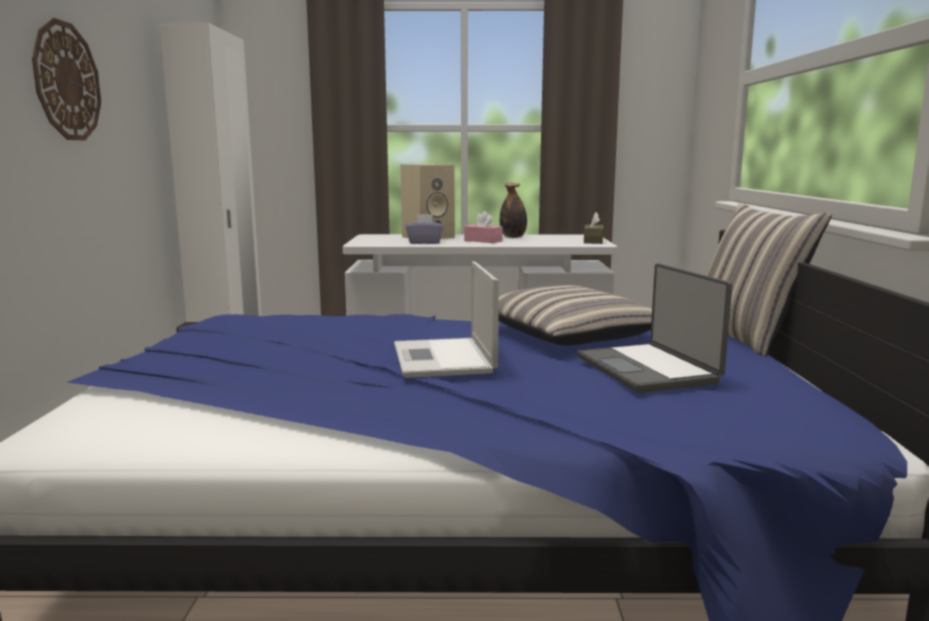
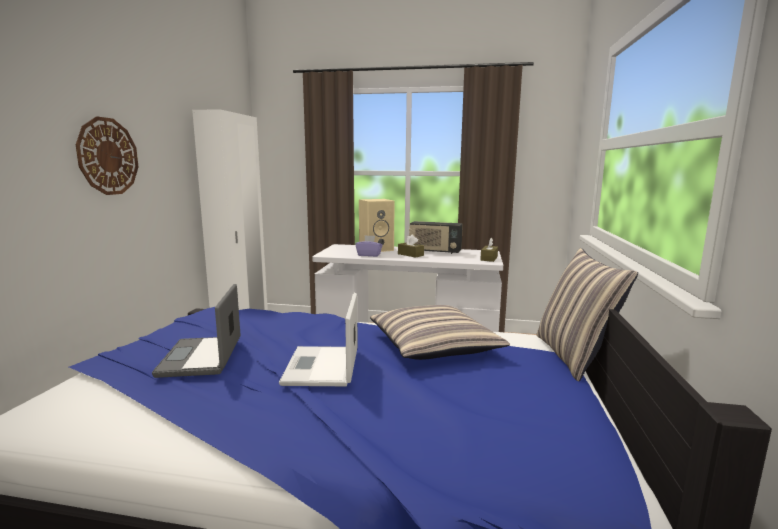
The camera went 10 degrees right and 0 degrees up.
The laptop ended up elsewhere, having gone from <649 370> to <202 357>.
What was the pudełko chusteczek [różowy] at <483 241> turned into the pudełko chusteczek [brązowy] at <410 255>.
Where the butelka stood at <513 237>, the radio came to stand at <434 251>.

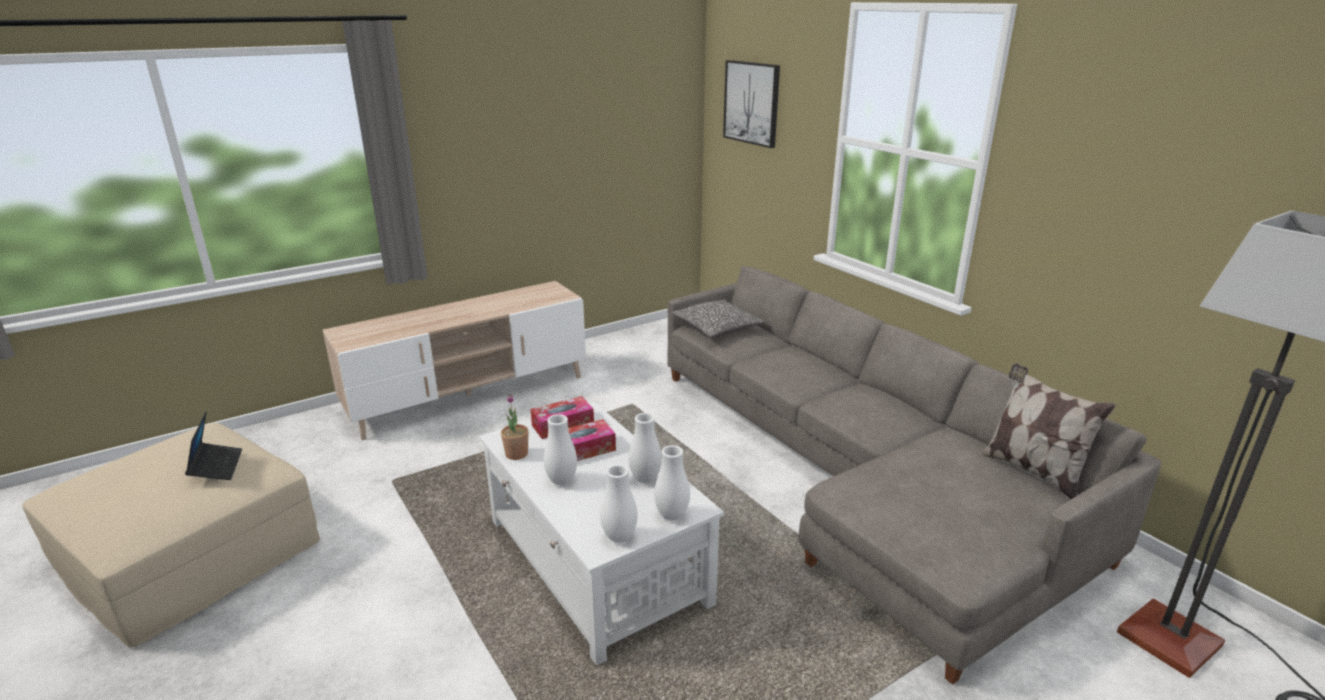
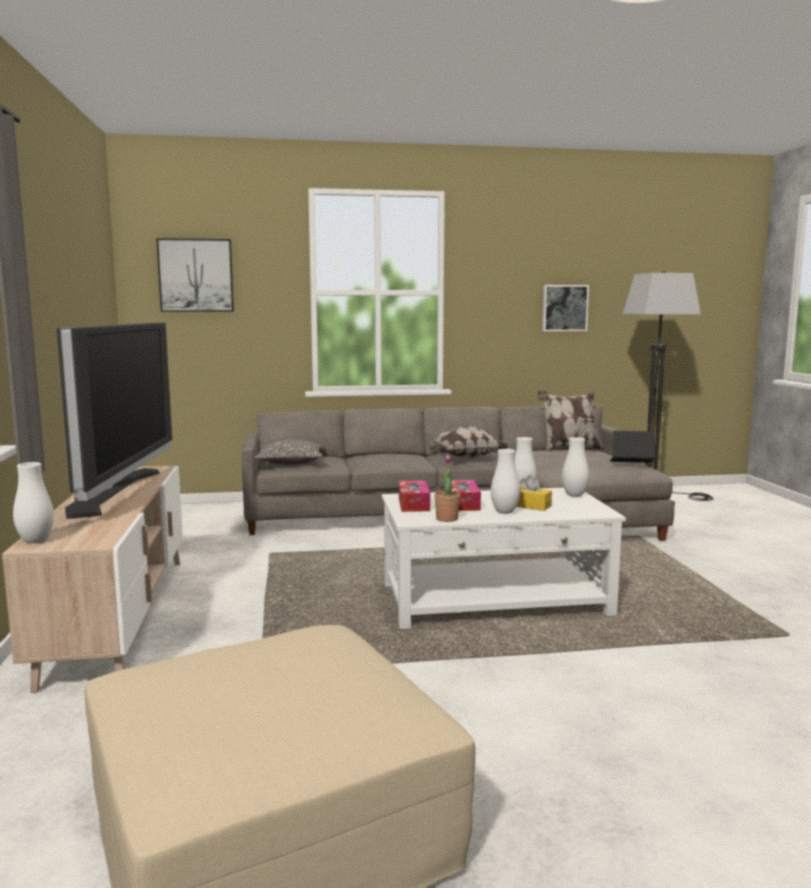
The camera went 65 degrees left and 15 degrees down.
The wazon [biały] ended up elsewhere, having gone from <619 537> to <36 541>.
The second view gained the telewizor at <116 491>.
The second view gained the poduszka at <465 457>.
The second view gained the pudełko chusteczek [żółty] at <530 506>.
The second view gained the obraz at <564 308>.
The laptop ended up elsewhere, having gone from <216 467> to <631 464>.

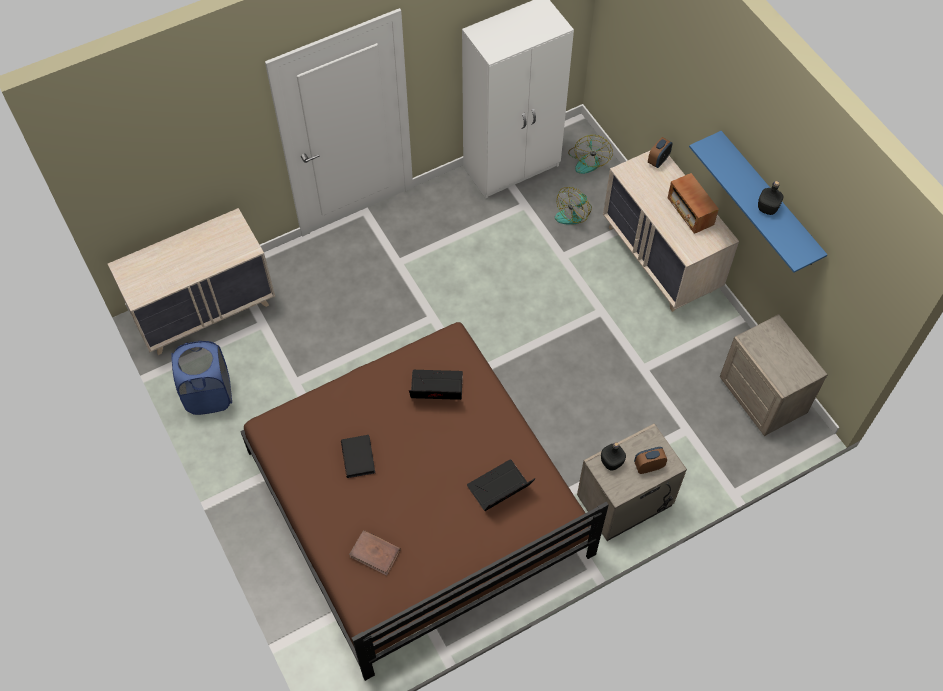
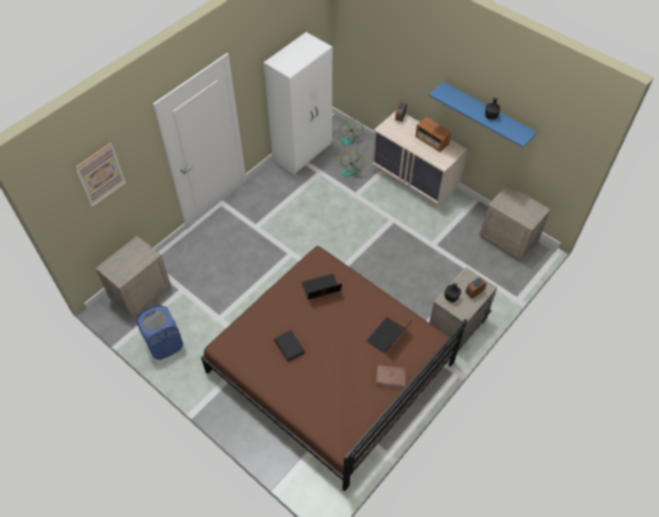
The camera went 20 degrees left and 5 degrees down.
The second view gained the obraz at <100 174>.
Where the komoda [beżowy] stood at <205 310>, the szafka nocna [beżowy] came to stand at <140 292>.
The książka [brązowy] ended up elsewhere, having gone from <375 553> to <390 377>.

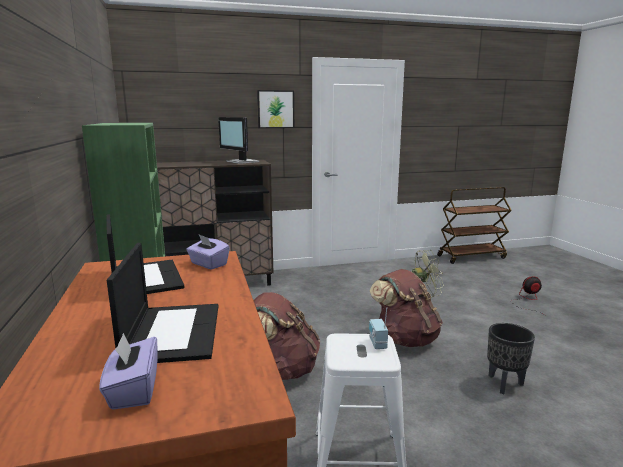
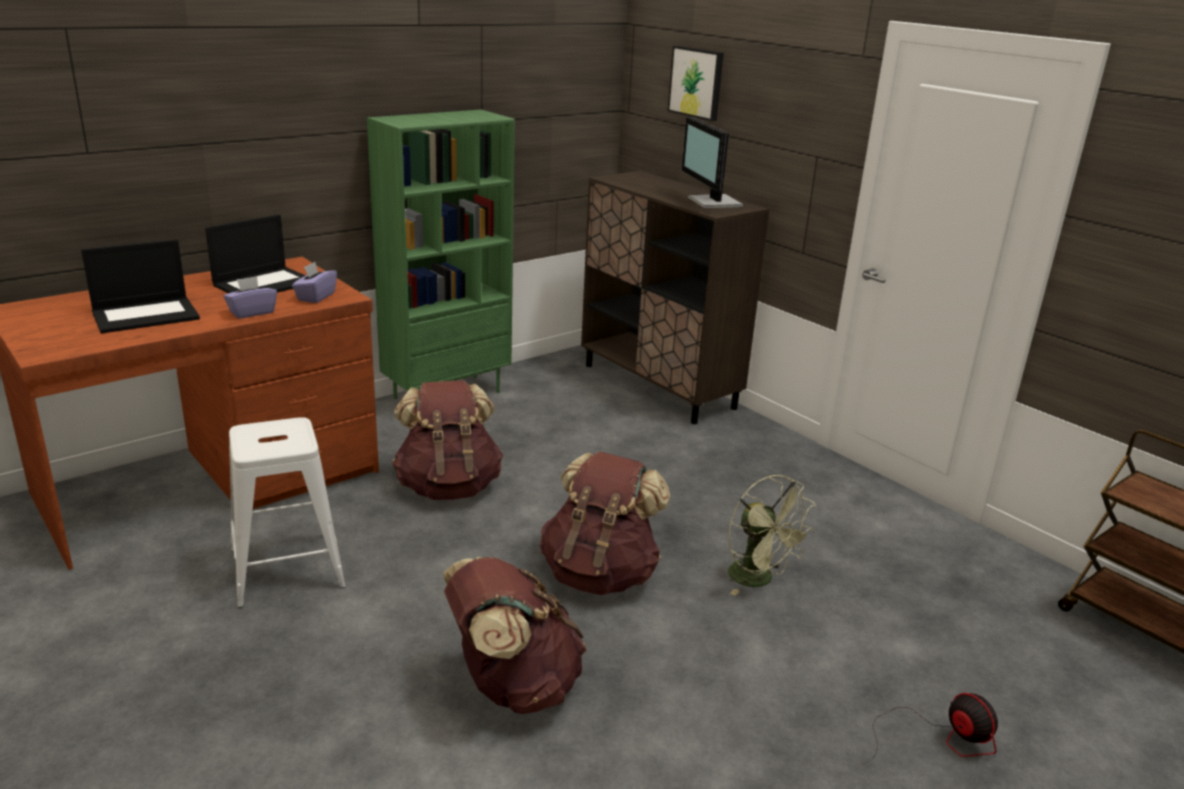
The camera went 65 degrees right and 10 degrees up.
The pudełko chusteczek [fioletowy] ended up elsewhere, having gone from <133 390> to <252 312>.
Where the donica [czarny] stood at <504 384>, the plecak [brązowy] came to stand at <512 686>.
The obraz ended up elsewhere, having gone from <275 109> to <697 82>.
The monitor at <241 162> ended up facing another way, 45 degrees counterclockwise from before.
The second view lost the radio at <377 343>.

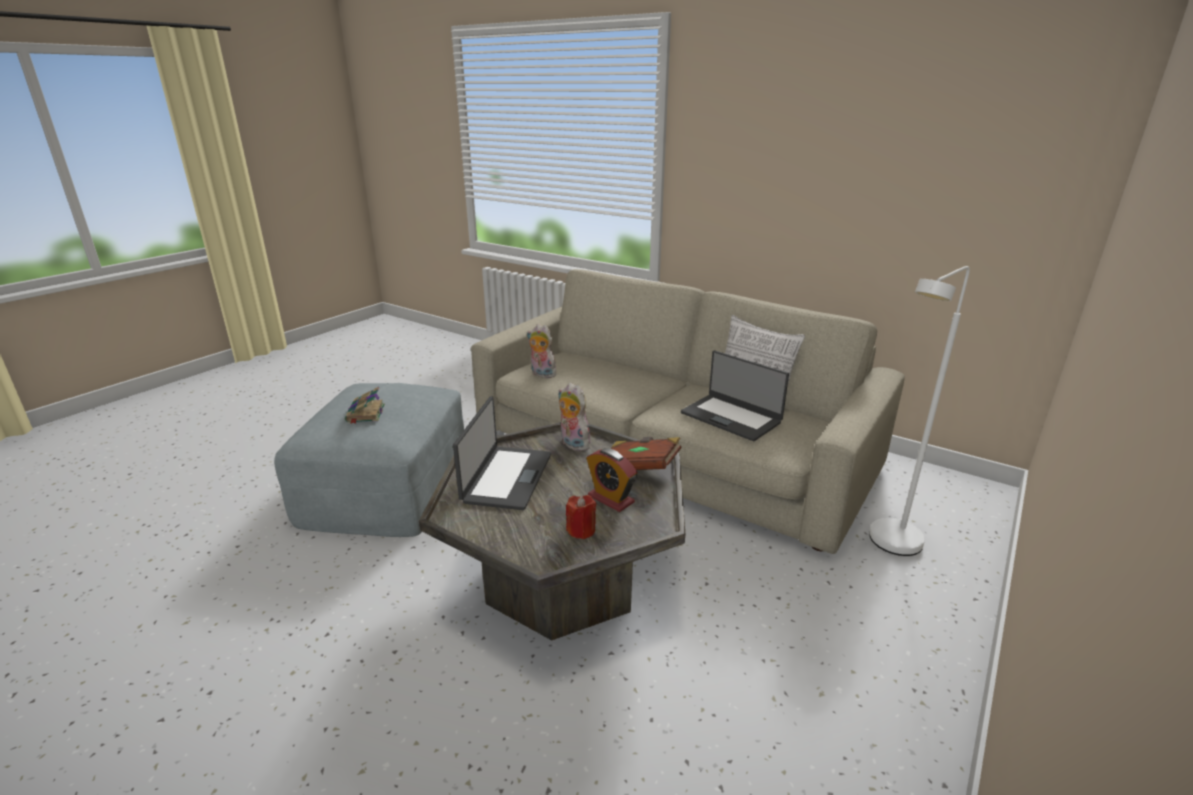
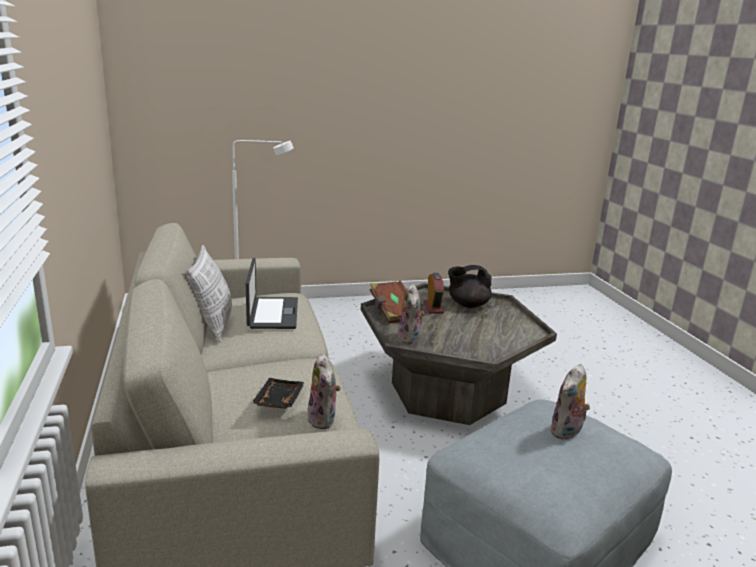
The camera went 140 degrees left and 5 degrees down.
The second view gained the taca [czarny] at <278 400>.
Where the świeca [czerwony] stood at <581 530>, the imbryk [czarny] came to stand at <467 304>.
Where the książka stood at <365 414>, the pluszak came to stand at <567 432>.
The second view lost the laptop at <506 477>.

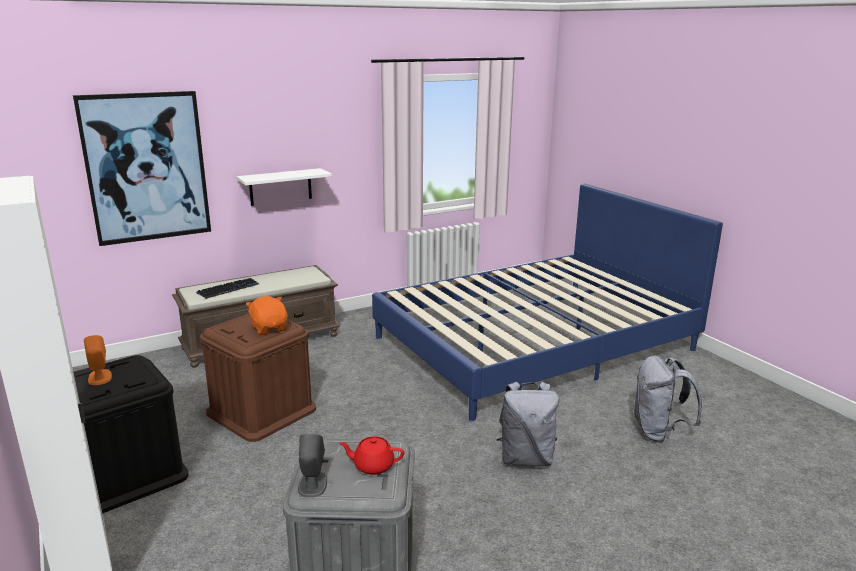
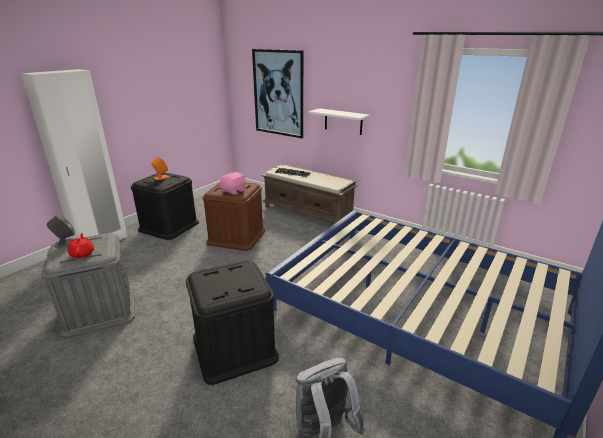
The camera went 65 degrees right and 5 degrees up.
Where the plecak [szary] stood at <526 458>, the pojemnik do przechowywania [czarny] came to stand at <234 347>.
What was the pluszak [pomarańczowy] at <269 328> turned into the pluszak [różowy] at <234 191>.

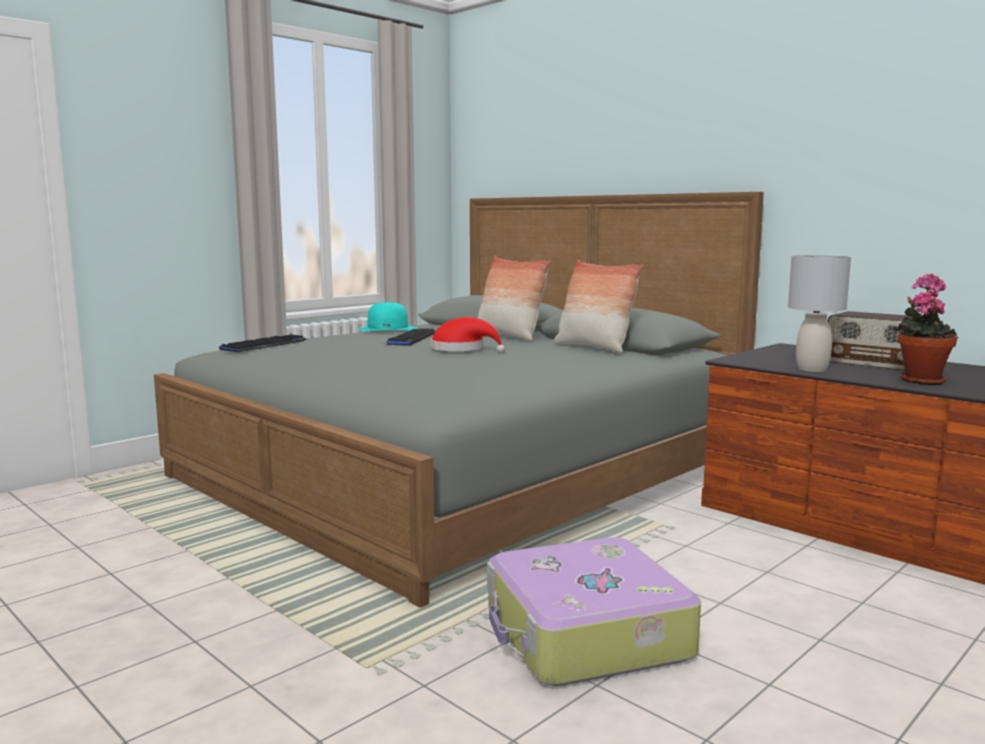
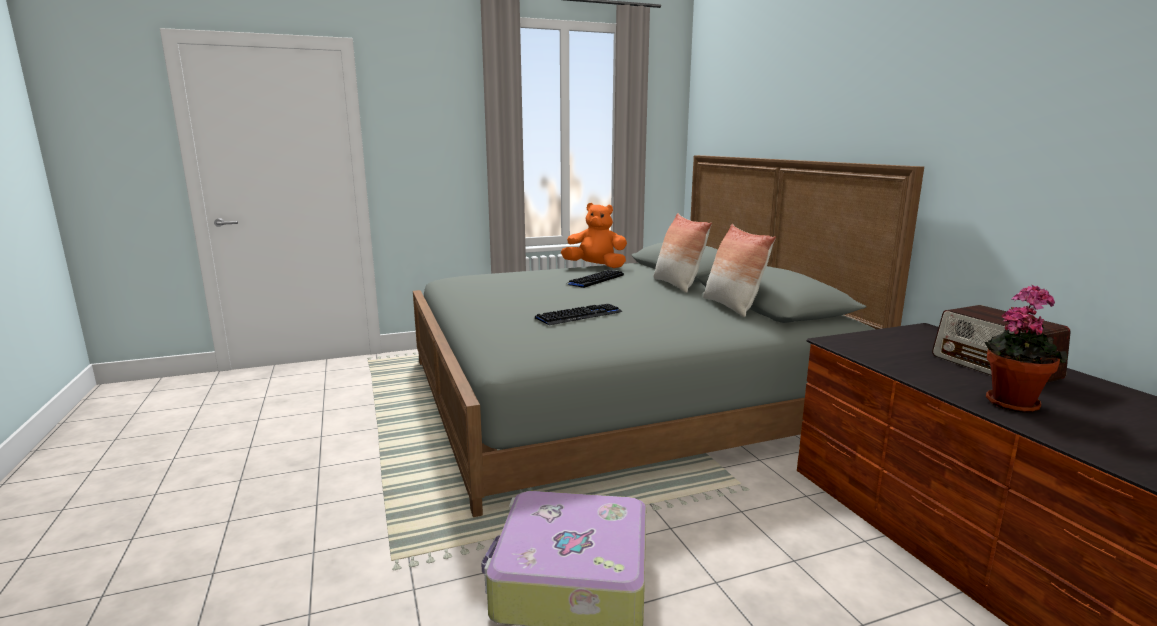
The camera went 25 degrees right and 5 degrees up.
The klawiatura ended up elsewhere, having gone from <265 345> to <579 316>.
Where the kapelusz [turkusowy] stood at <388 329>, the pluszak [pomarańczowy] came to stand at <596 266>.
The second view lost the kapelusz [czerwony] at <462 349>.
The second view lost the lampa stołowa [szary] at <811 369>.

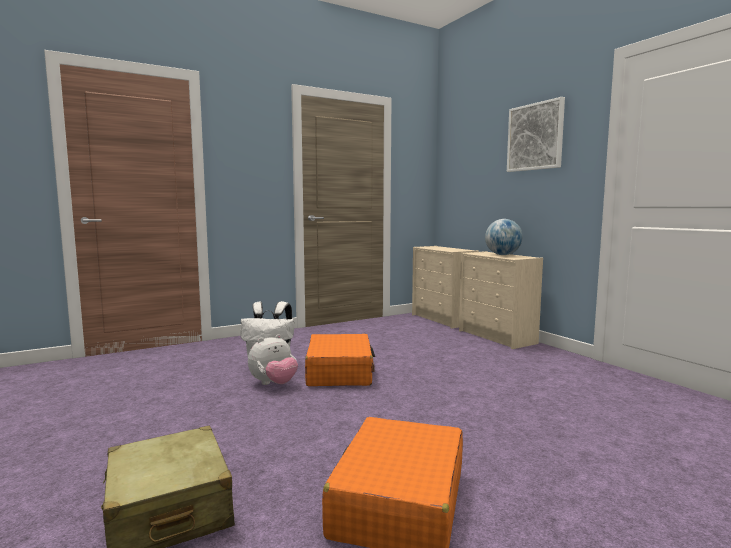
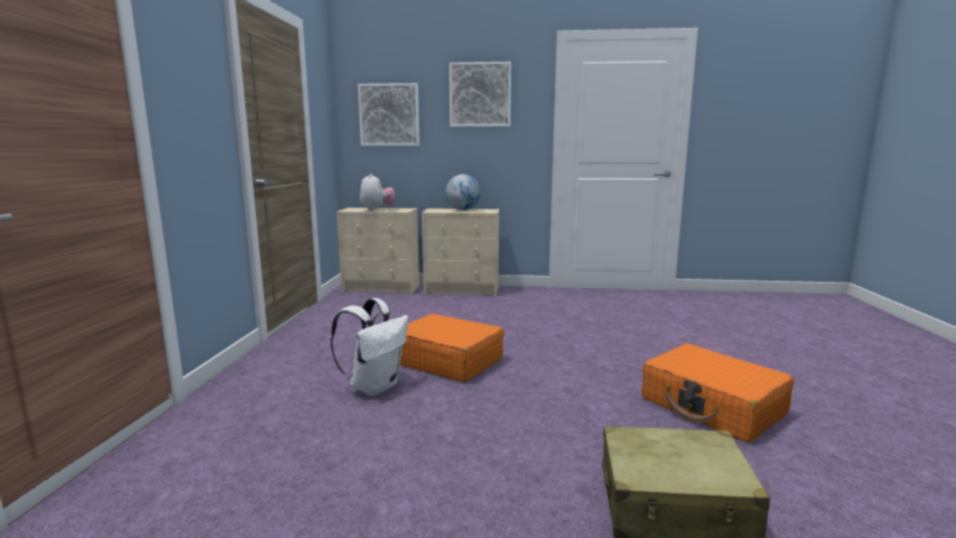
The camera went 55 degrees left and 5 degrees up.
The second view gained the obraz at <389 115>.
The pluszak ended up elsewhere, having gone from <274 384> to <377 210>.

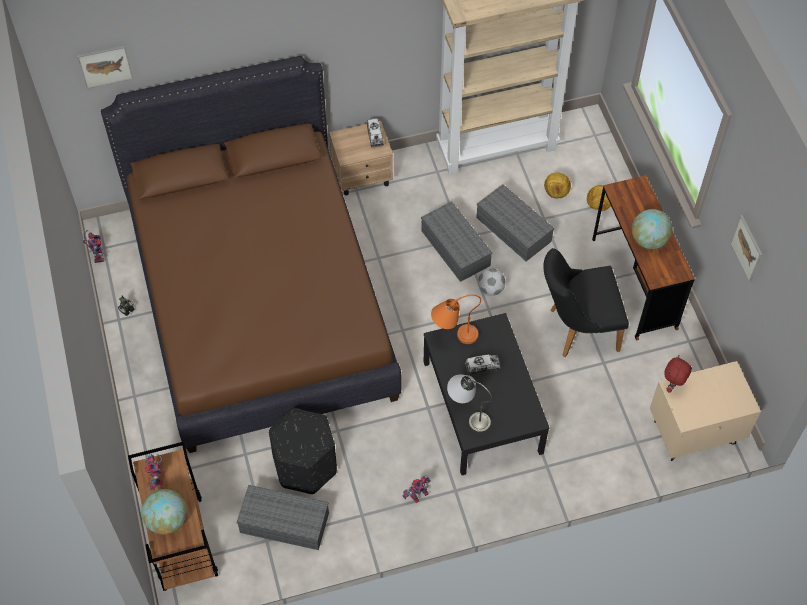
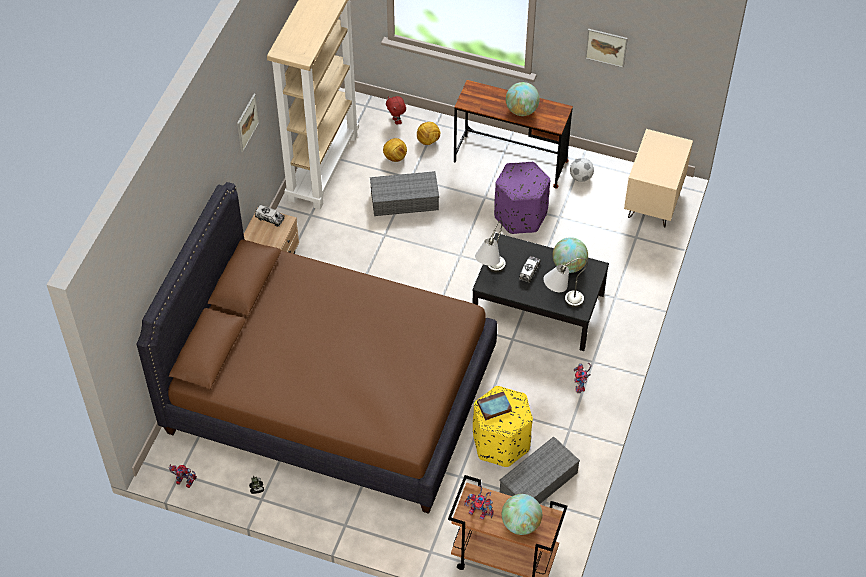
The camera went 55 degrees left and 5 degrees down.
The obraz ended up elsewhere, having gone from <105 66> to <247 122>.
The pluszak [czerwony] ended up elsewhere, having gone from <673 385> to <396 121>.
What was the pufa [czarny] at <306 466> turned into the pufa [żółty] at <501 442>.
What was the lampa stołowa [pomarańczowy] at <453 336> turned into the lampa stołowa [szary] at <490 274>.
The second view gained the książka at <493 407>.
Where the krzesło [czarny] stood at <576 329>, the pufa [fioletowy] came to stand at <520 215>.
The second view gained the globus at <569 266>.
The piłka futbolowa ended up elsewhere, having gone from <491 289> to <580 177>.
The second view lost the pojemnik do przechowywania [szary] at <456 248>.

